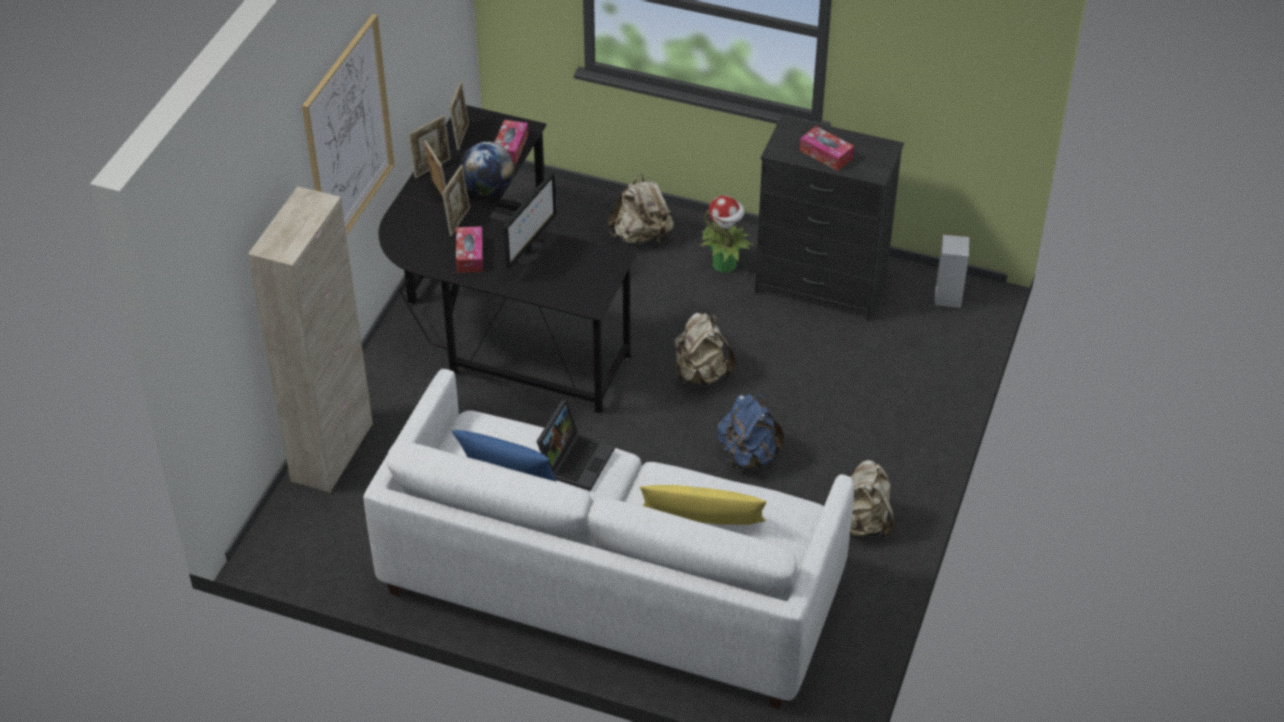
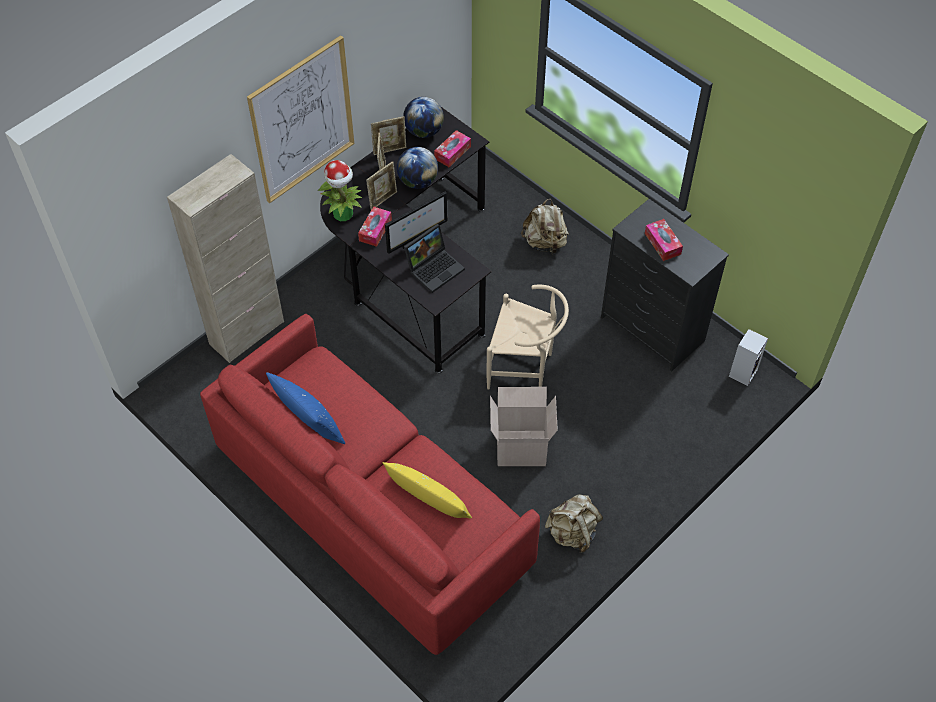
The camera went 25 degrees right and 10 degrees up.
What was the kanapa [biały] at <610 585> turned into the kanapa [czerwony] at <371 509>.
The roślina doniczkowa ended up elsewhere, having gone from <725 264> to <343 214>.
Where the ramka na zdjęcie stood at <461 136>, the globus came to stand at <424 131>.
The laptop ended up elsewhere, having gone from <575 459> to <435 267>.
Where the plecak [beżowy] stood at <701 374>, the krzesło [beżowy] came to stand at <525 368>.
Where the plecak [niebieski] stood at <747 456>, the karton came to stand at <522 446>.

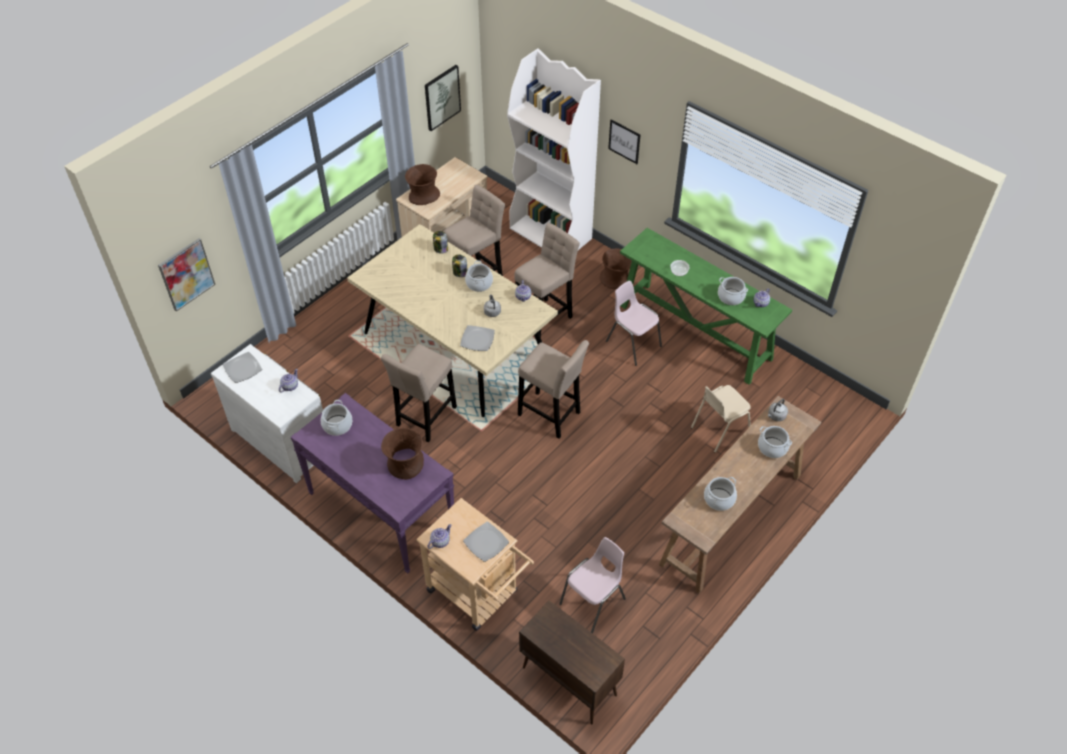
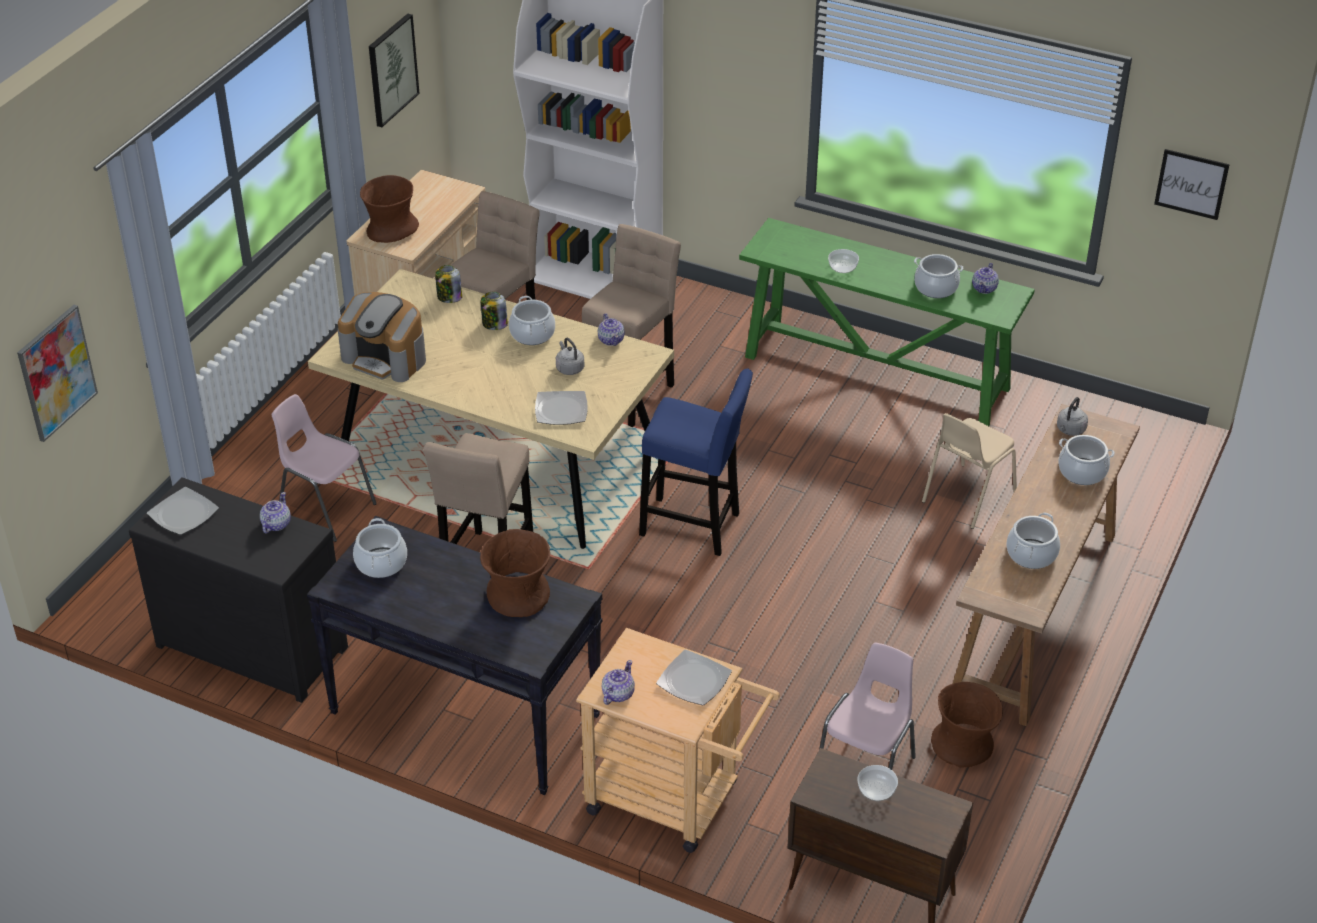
The camera went 15 degrees left and 10 degrees down.
What was the komoda [biały] at <283 439> turned into the komoda [czarny] at <254 643>.
The krzesło [różowy] ended up elsewhere, having gone from <633 343> to <325 508>.
What was the stolik konsolowy [fioletowy] at <380 510> turned into the stolik konsolowy [czarny] at <463 714>.
The second view gained the ekspres do kawy at <386 358>.
What was the stołek [beżowy] at <551 416> turned into the stołek [niebieski] at <695 527>.
The second view gained the miska at <875 790>.
The wazon [brązowy] ended up elsewhere, having gone from <615 279> to <964 744>.
The obraz ended up elsewhere, having gone from <624 141> to <1191 184>.

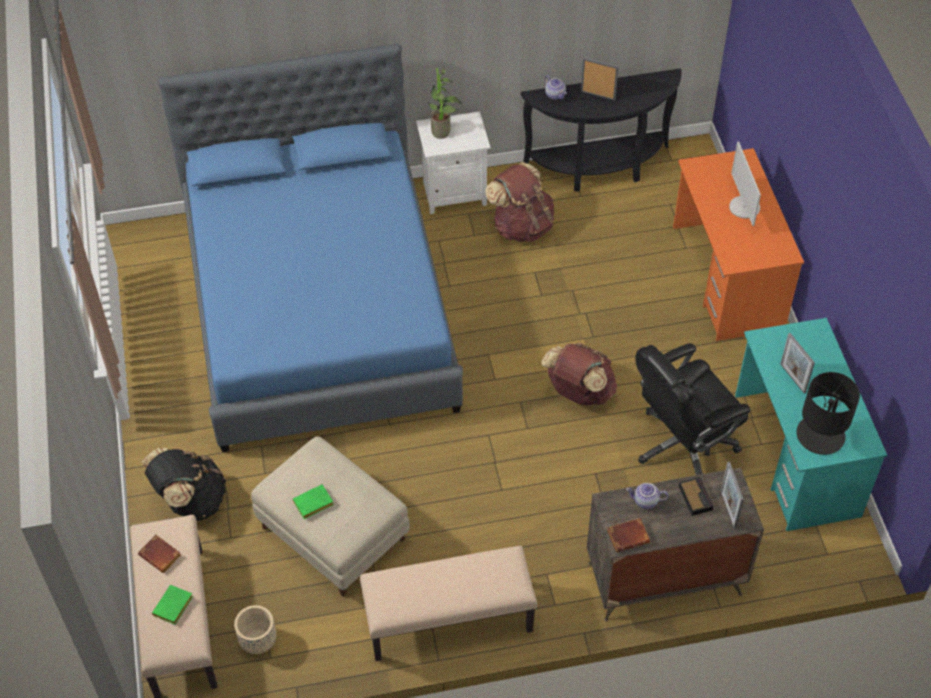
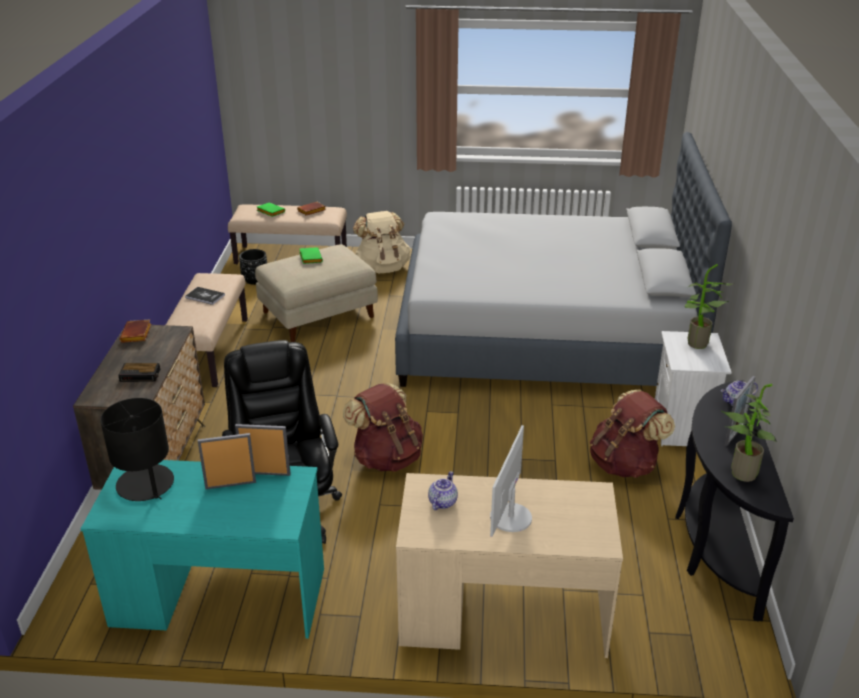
The camera went 105 degrees right and 20 degrees down.
The second view gained the książka at <205 296>.
The ramka na zdjęcie ended up elsewhere, having gone from <728 509> to <266 473>.
What was the donica [beżowy] at <258 641> turned into the donica [czarny] at <255 280>.
What was the plecak [czarny] at <191 500> turned into the plecak [beżowy] at <382 267>.
What was the łóżko [niebieski] at <320 309> turned into the łóżko [szary] at <544 335>.
What was the biurko [pomarańczowy] at <727 278> turned into the biurko [beżowy] at <502 615>.
The imbryk ended up elsewhere, having gone from <645 501> to <442 502>.
The monitor at <744 207> ended up facing another way, 75 degrees counterclockwise from before.
The second view gained the roślina doniczkowa at <739 473>.

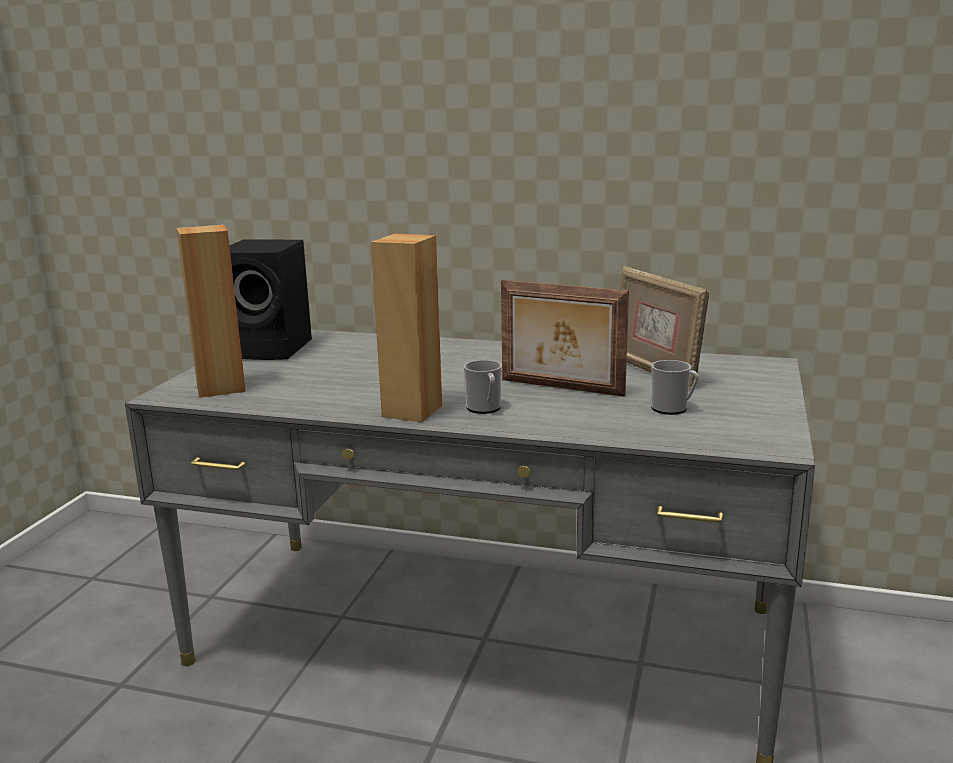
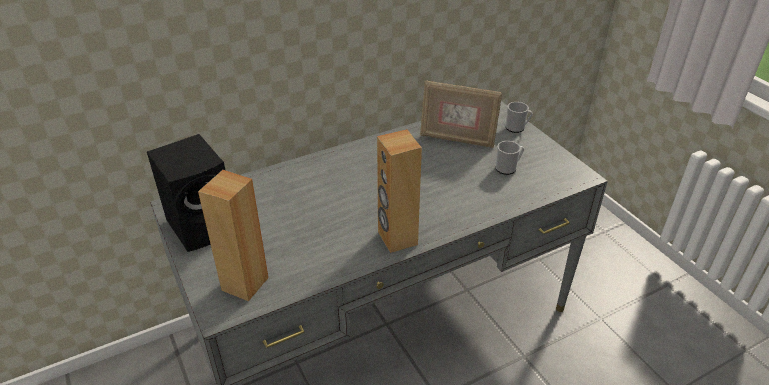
The camera went 45 degrees left and 20 degrees up.
The kubek ended up elsewhere, having gone from <485 409> to <517 128>.
The second view lost the ramka na zdjęcie at <561 388>.

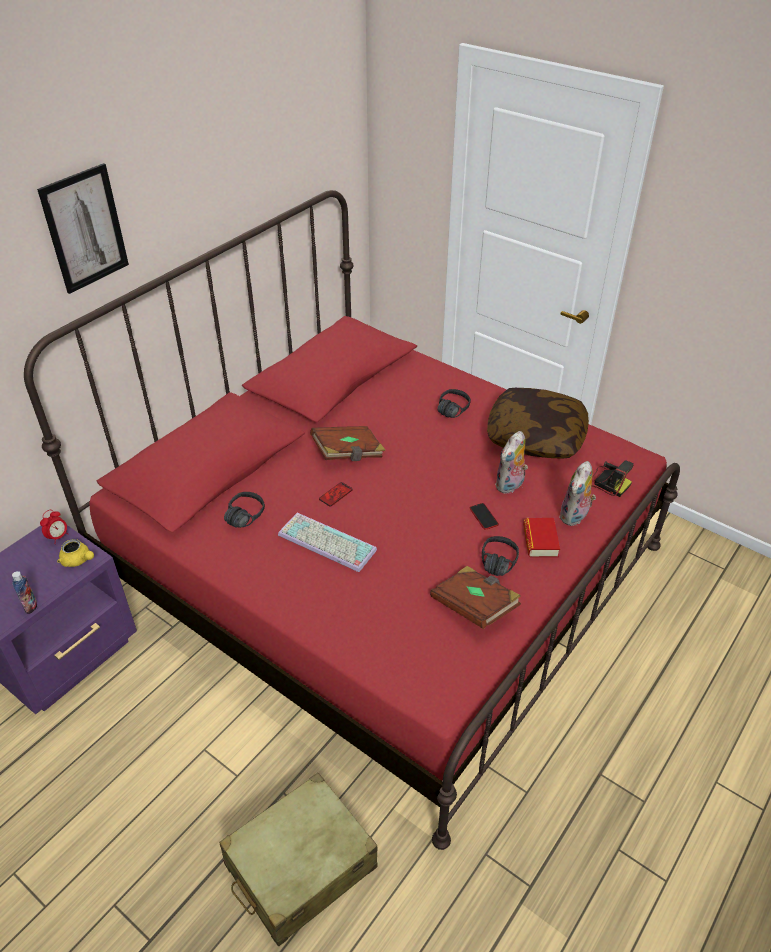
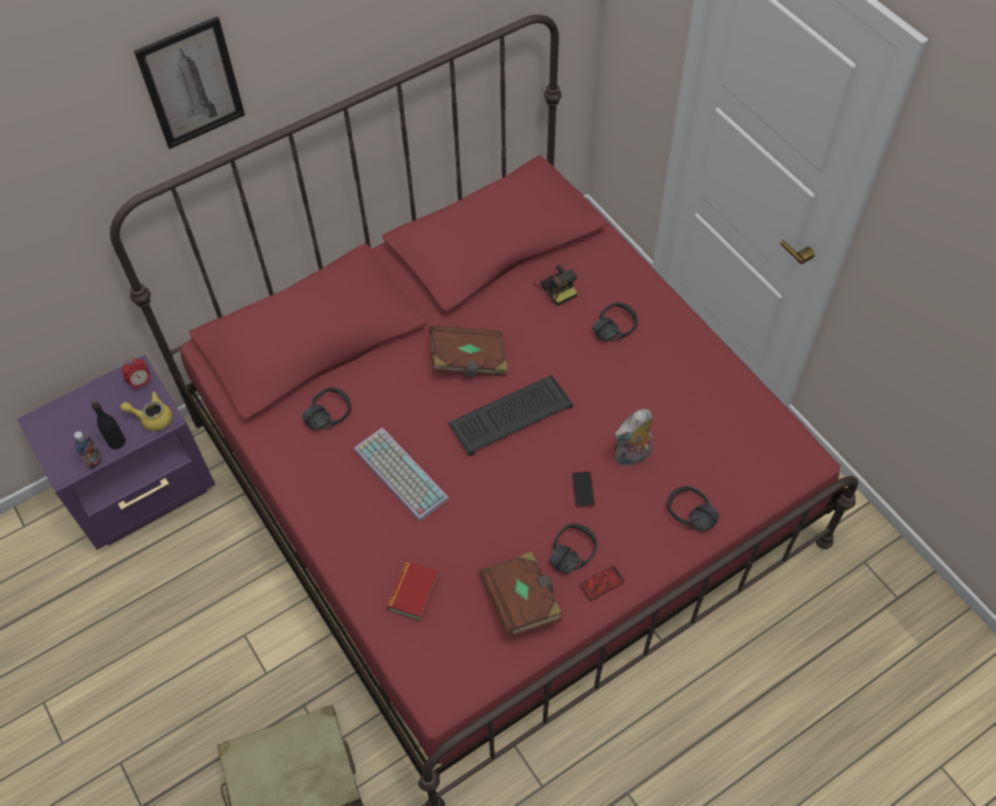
The camera went 20 degrees right and 15 degrees up.
The second view gained the butelka [czarny] at <117 442>.
The imbryk [żółty] at <78 560> ended up facing another way, 135 degrees clockwise from before.
The książka ended up elsewhere, having gone from <540 541> to <413 593>.
The second view gained the klawiatura at <511 414>.
The aparat fotograficzny ended up elsewhere, having gone from <607 482> to <556 287>.
The telefon ended up elsewhere, having gone from <335 494> to <601 583>.
Where the pluszak stood at <575 517>, the słuchawki [czarny] came to stand at <686 520>.
The second view lost the poduszka at <535 437>.

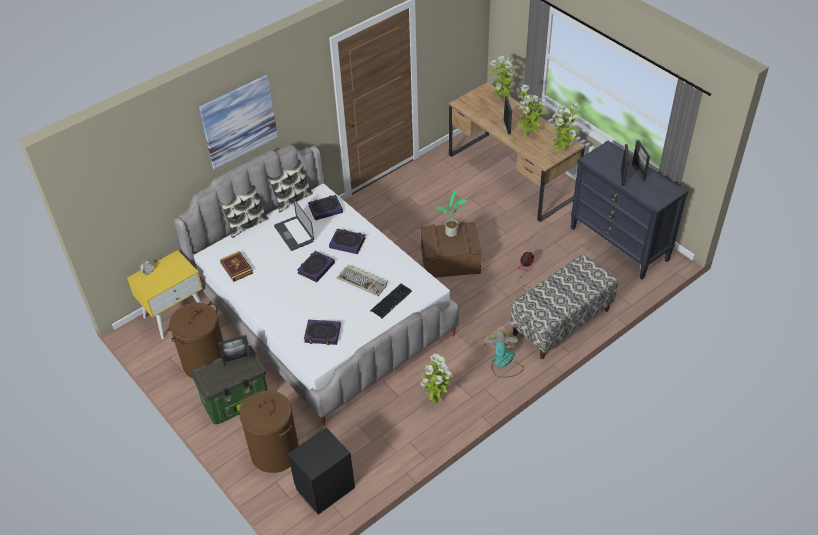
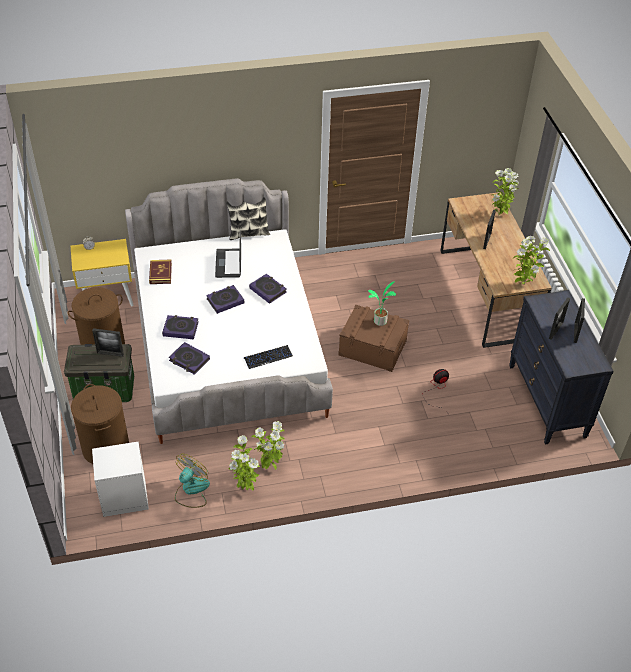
The camera went 25 degrees right and 0 degrees up.
What was the szafka nocna [czarny] at <323 488> turned into the szafka nocna [biały] at <123 497>.
The książka ended up elsewhere, having gone from <325 209> to <180 329>.
The wentylator ended up elsewhere, having gone from <503 363> to <191 490>.
The roślina doniczkowa ended up elsewhere, having gone from <528 135> to <245 486>.
The second view lost the obraz at <238 121>.
The second view lost the poduszka at <246 224>.
The second view lost the klawiatura at <363 281>.
The second view lost the ławka at <561 322>.

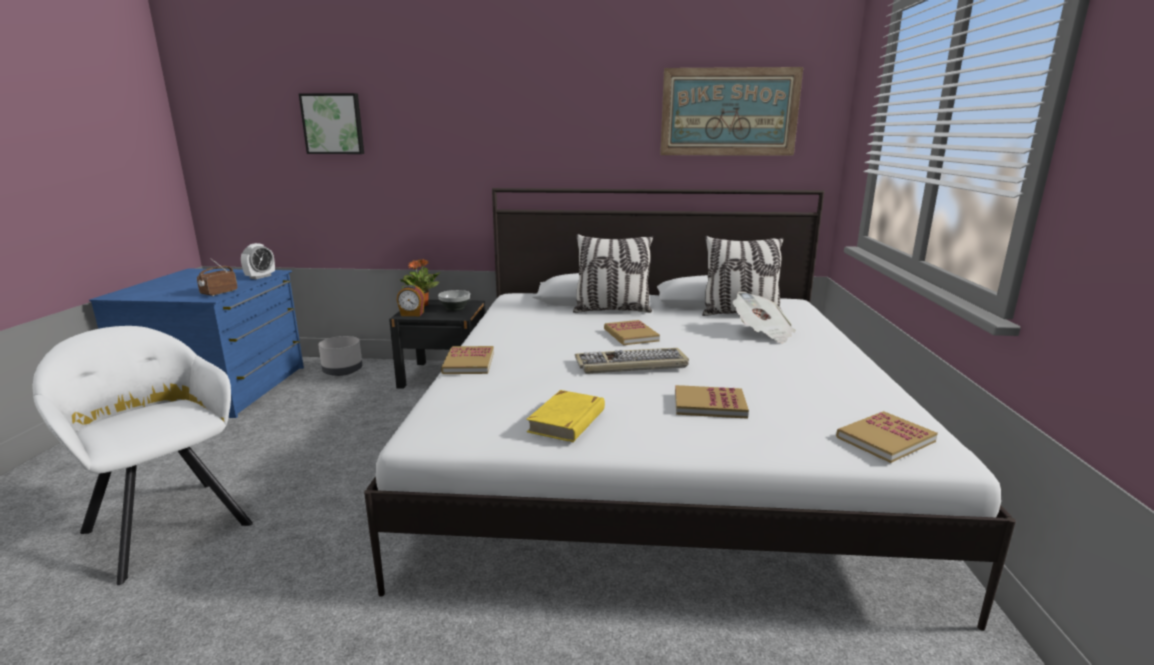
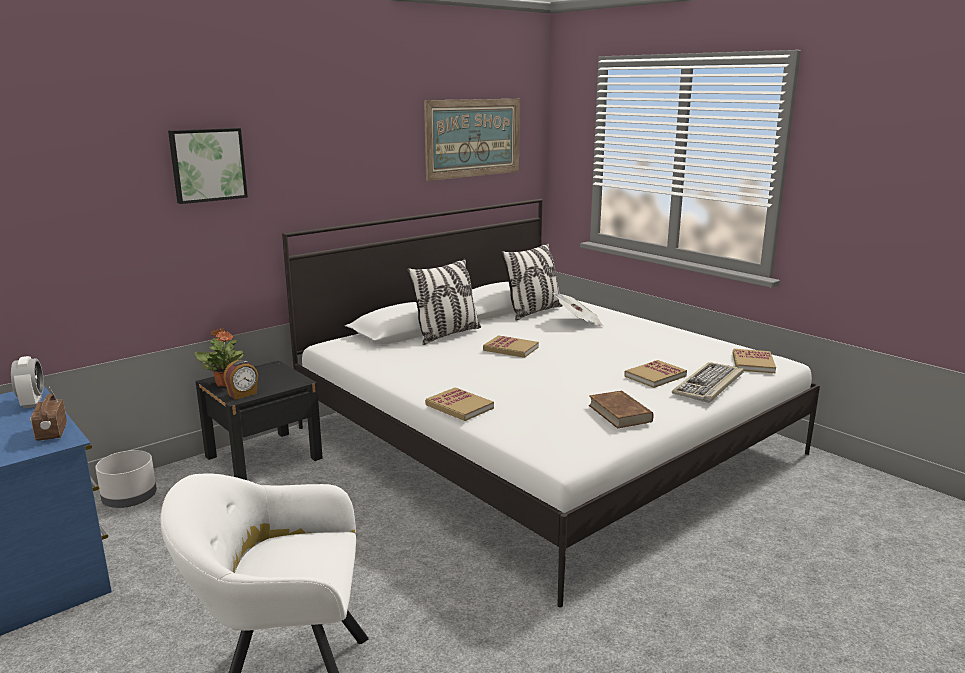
The camera went 45 degrees left and 0 degrees up.
The obraz ended up elsewhere, having gone from <333 124> to <207 165>.
What was the książka [żółty] at <567 420> turned into the książka [brązowy] at <620 413>.
The klawiatura ended up elsewhere, having gone from <631 364> to <709 385>.
The second view lost the miska at <454 308>.

